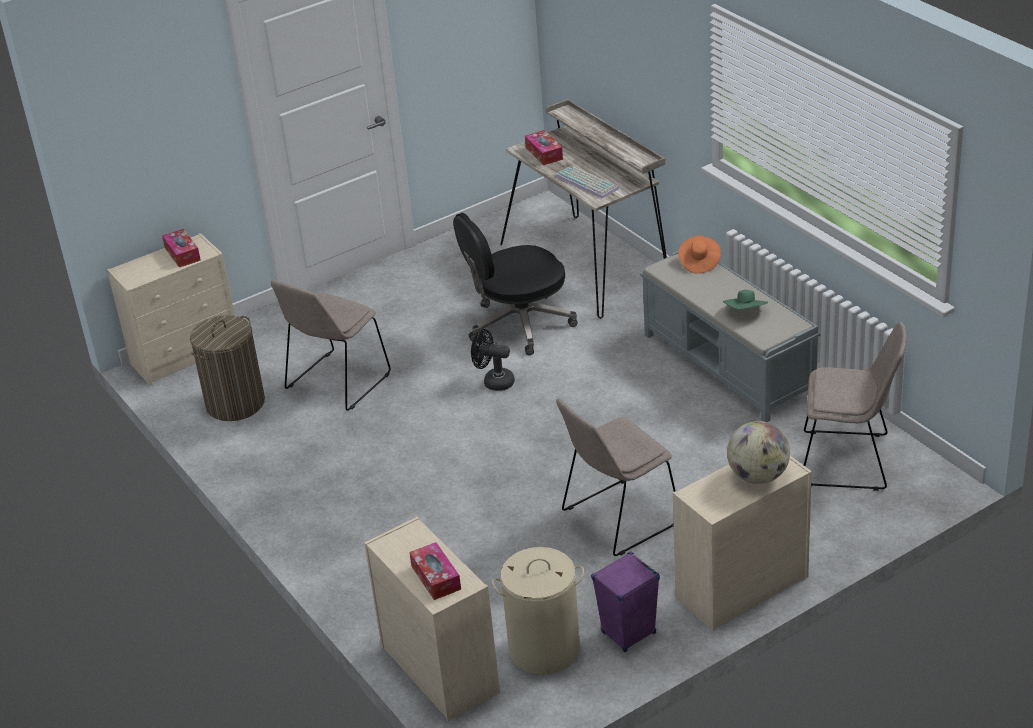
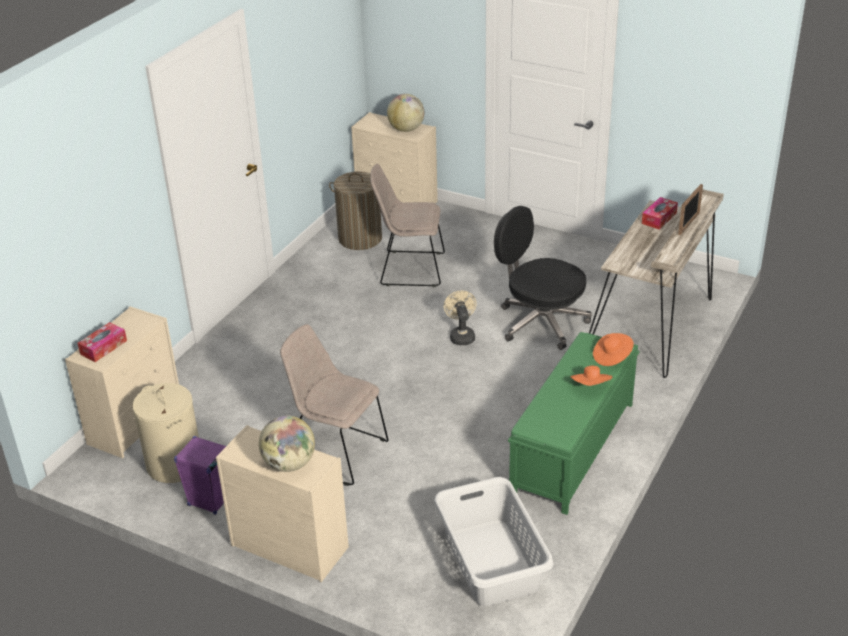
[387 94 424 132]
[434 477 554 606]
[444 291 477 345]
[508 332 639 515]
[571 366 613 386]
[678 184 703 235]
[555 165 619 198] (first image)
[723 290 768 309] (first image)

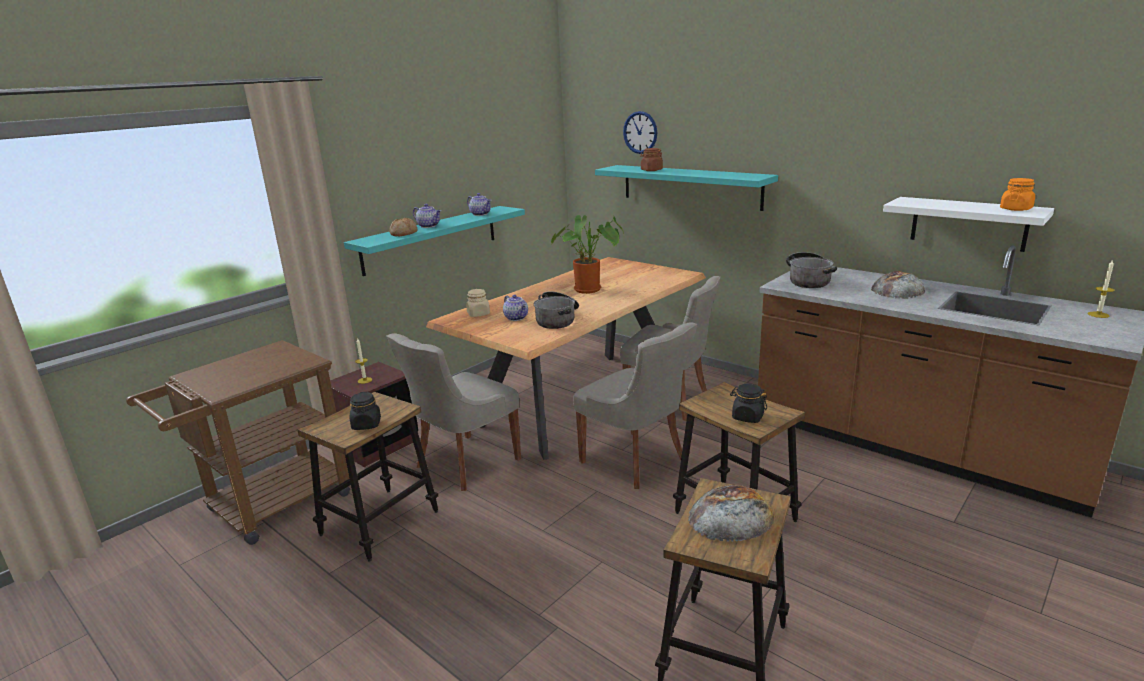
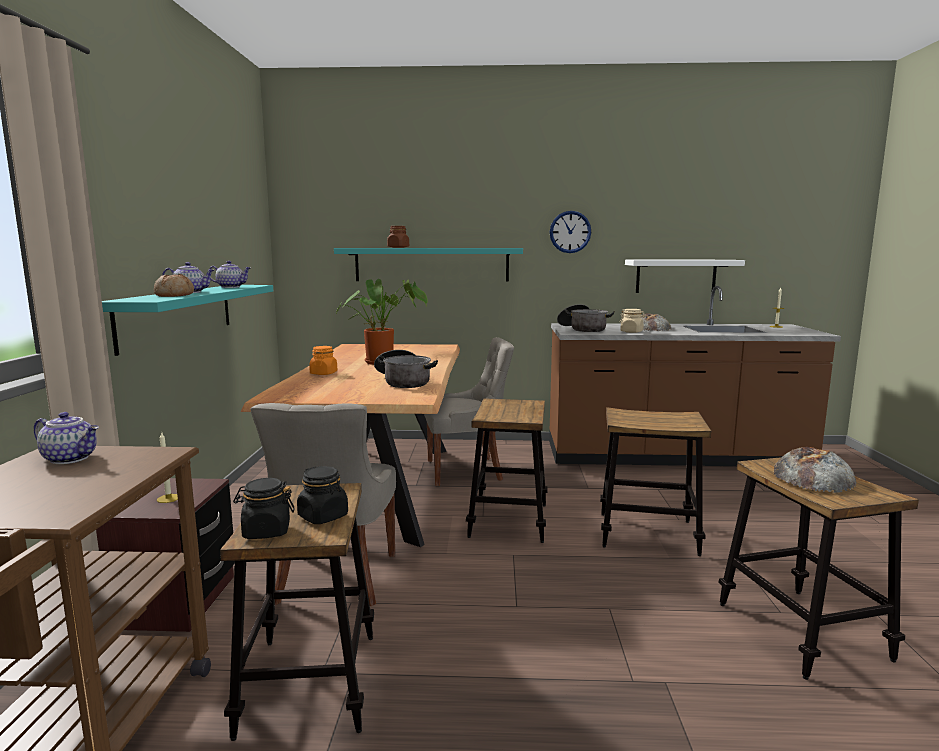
[34 412 99 464]
[233 478 295 539]
[309 346 337 375]
[466 398 548 543]
[550 211 591 253]
[619 309 646 333]

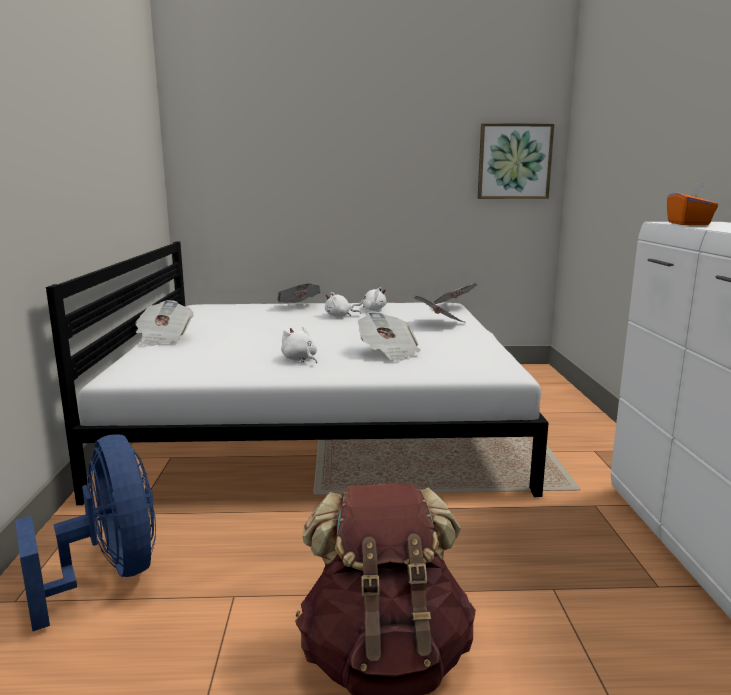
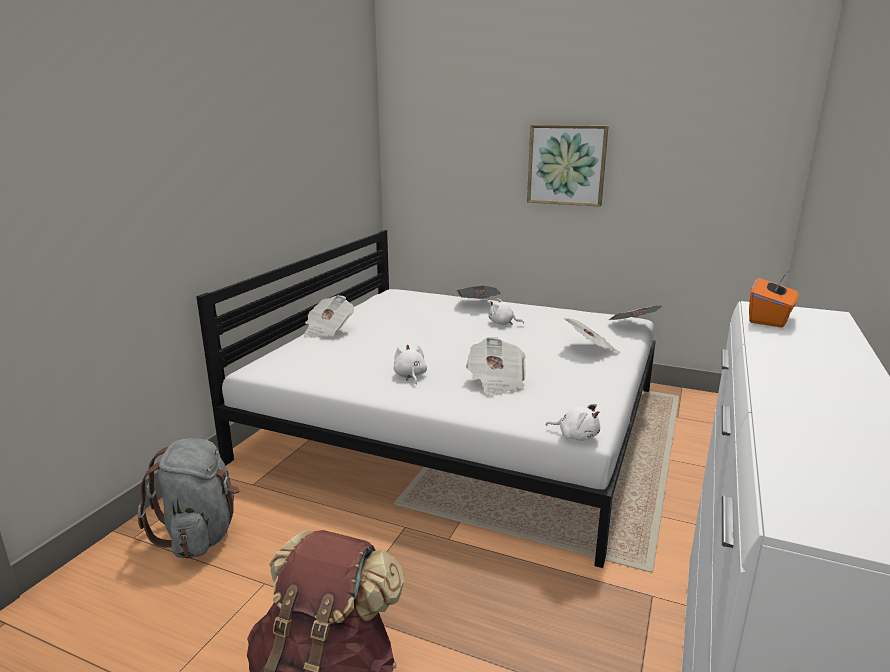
[138 438 240 559]
[527 125 609 207]
[546 403 600 441]

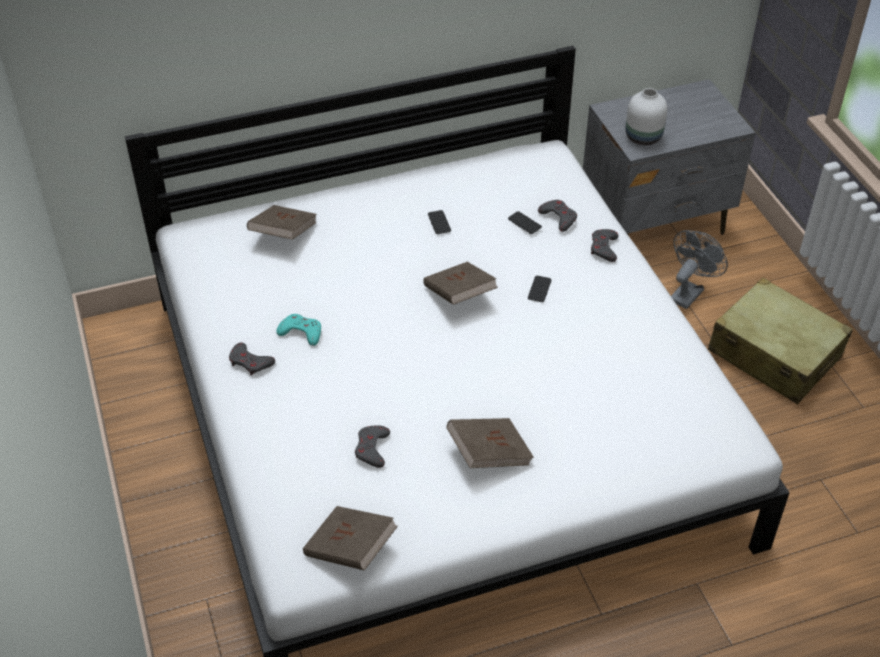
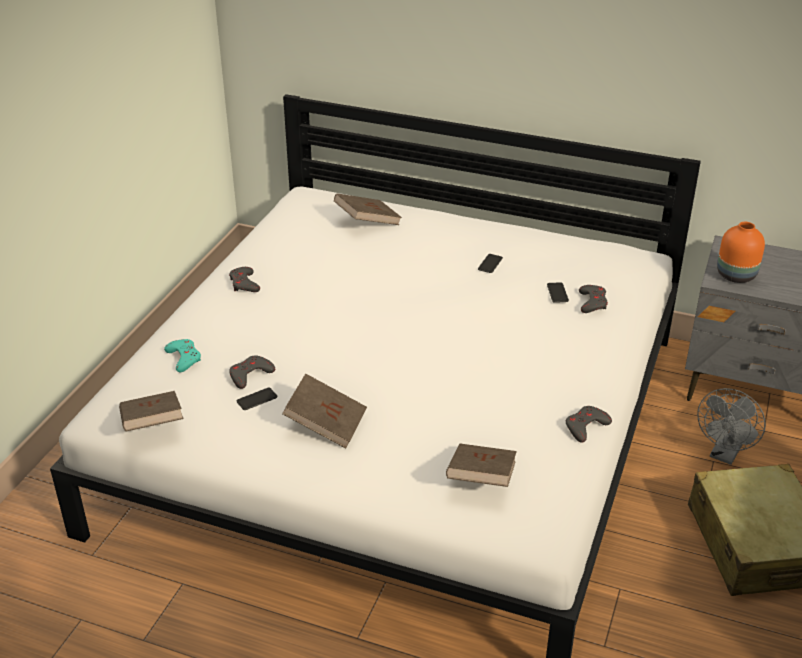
[164 339 201 372]
[237 388 277 410]
[446 444 517 487]
[566 406 612 442]
[697 388 766 465]
[717 222 765 283]

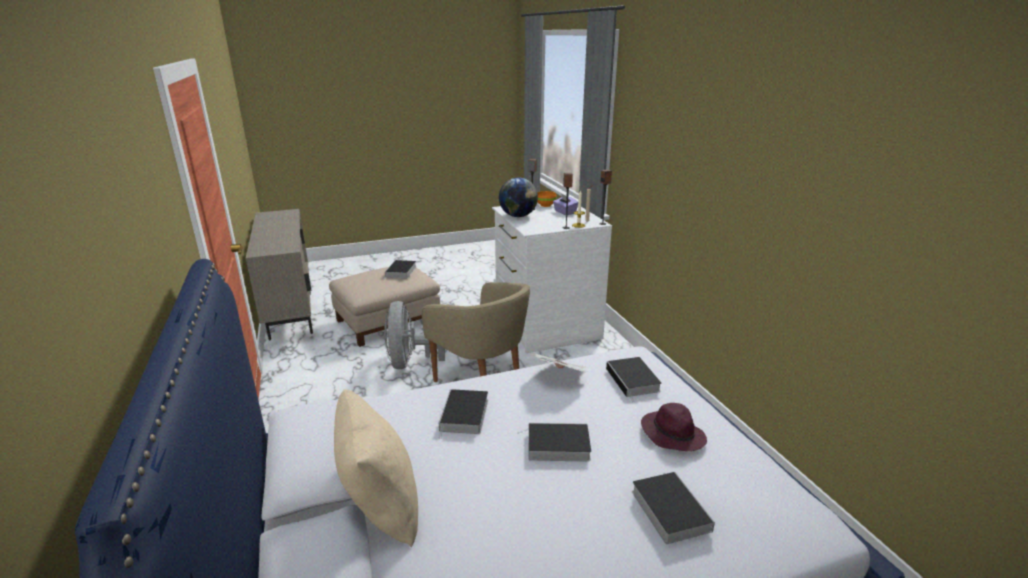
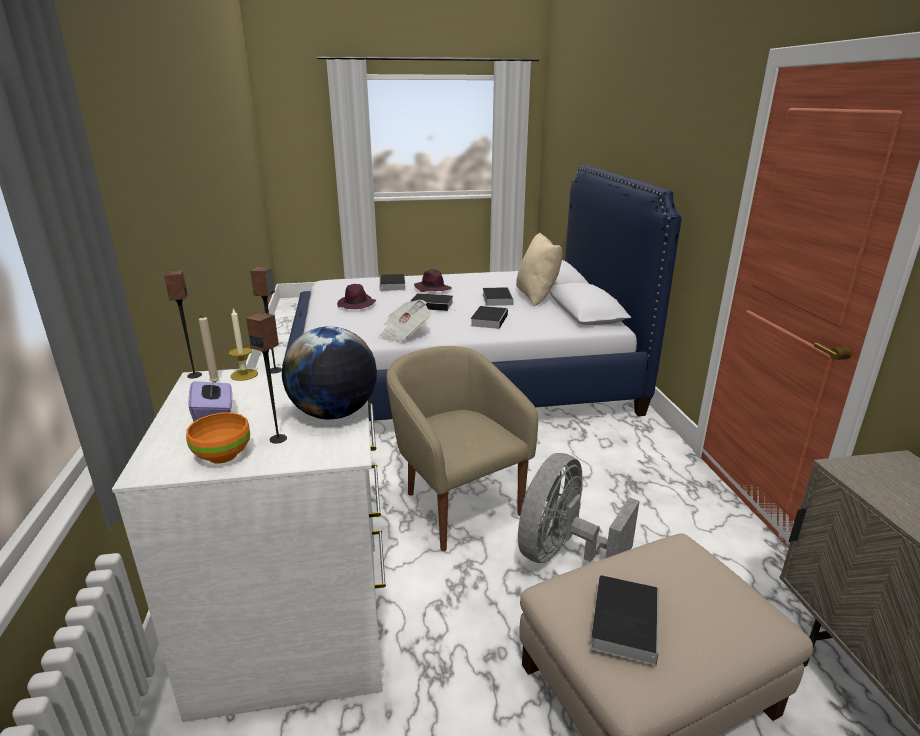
[414 269 452 292]
[482 287 513 306]
[518 453 640 563]

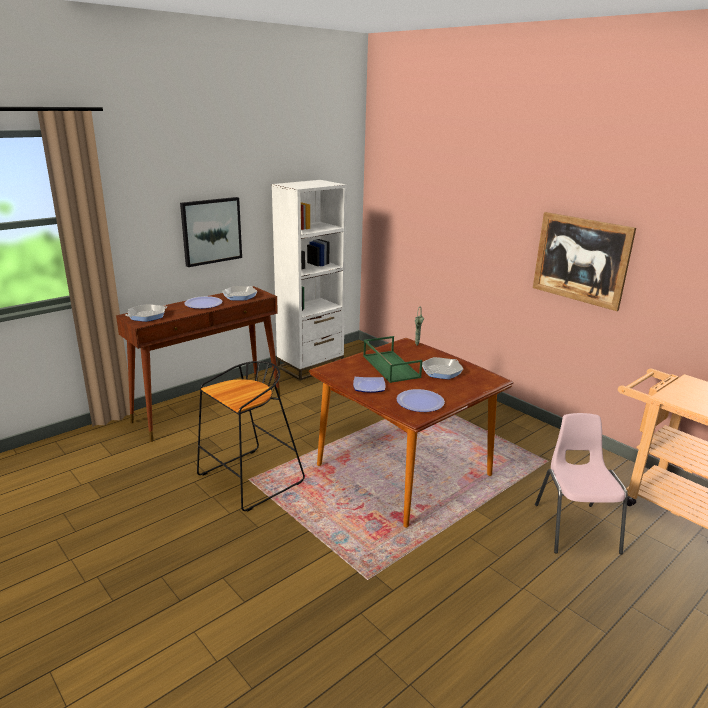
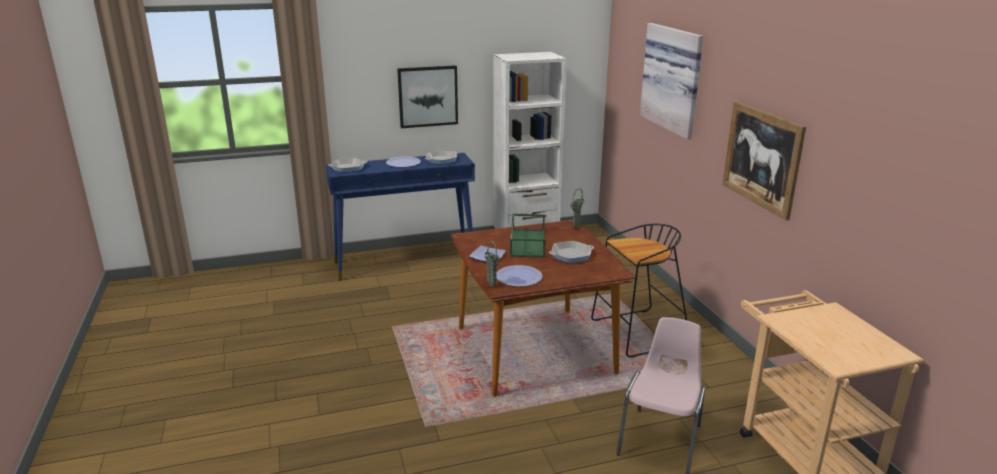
[326 153 475 281]
[484 241 499 287]
[591 224 687 358]
[640 23 703 139]

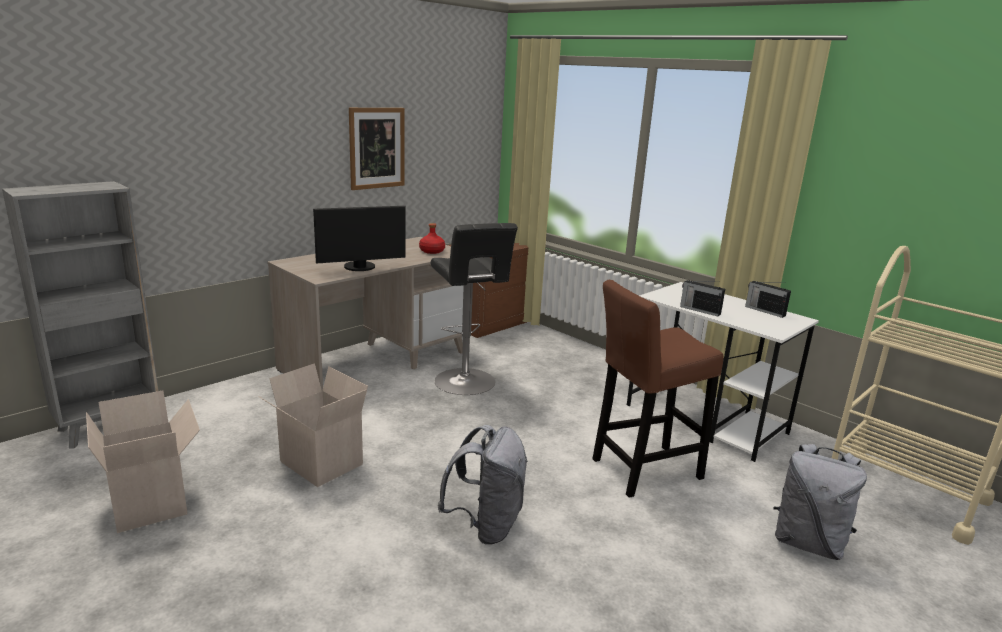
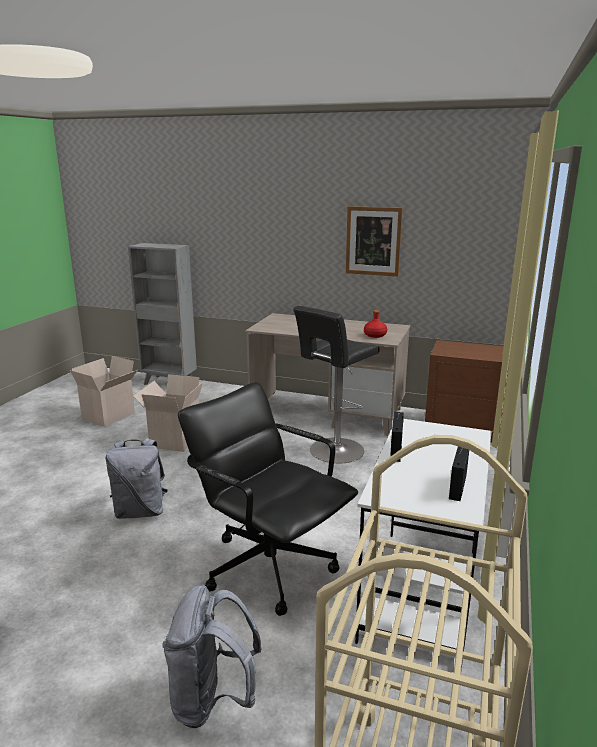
[178 382 358 616]
[313 206 406 271] (first image)

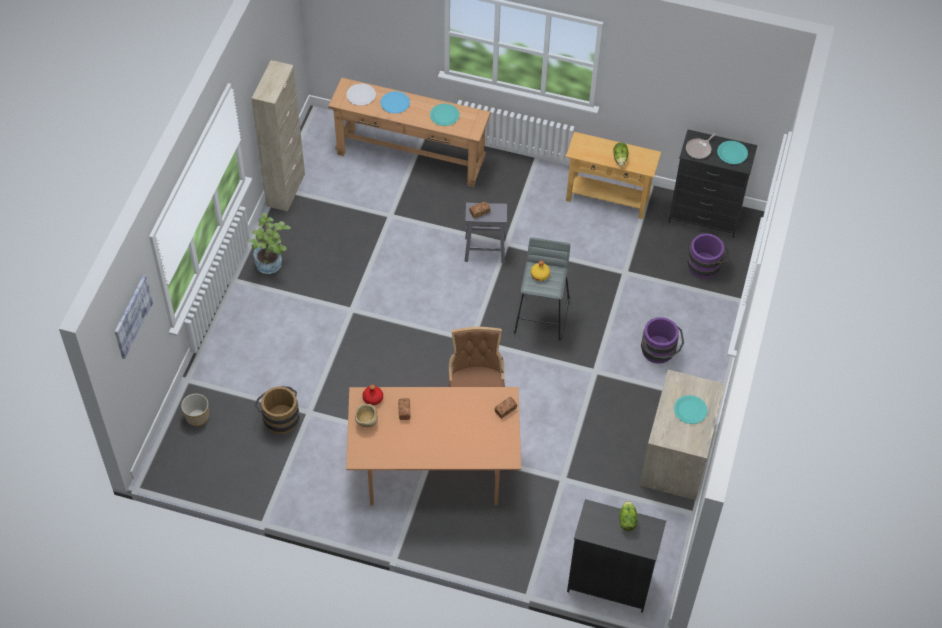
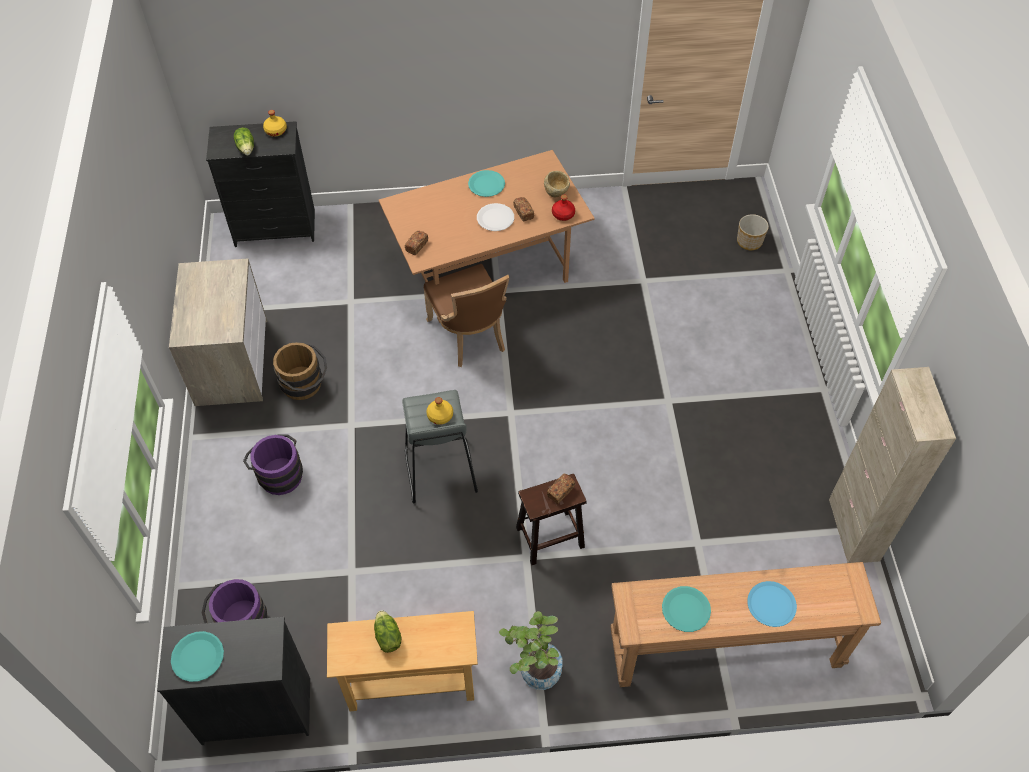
[263 110 287 137]
[273 342 327 400]
[468 170 505 197]
[477 203 514 231]
[499 611 563 690]
[516 474 587 565]
[115 275 153 359] (first image)
[686 133 716 159] (first image)

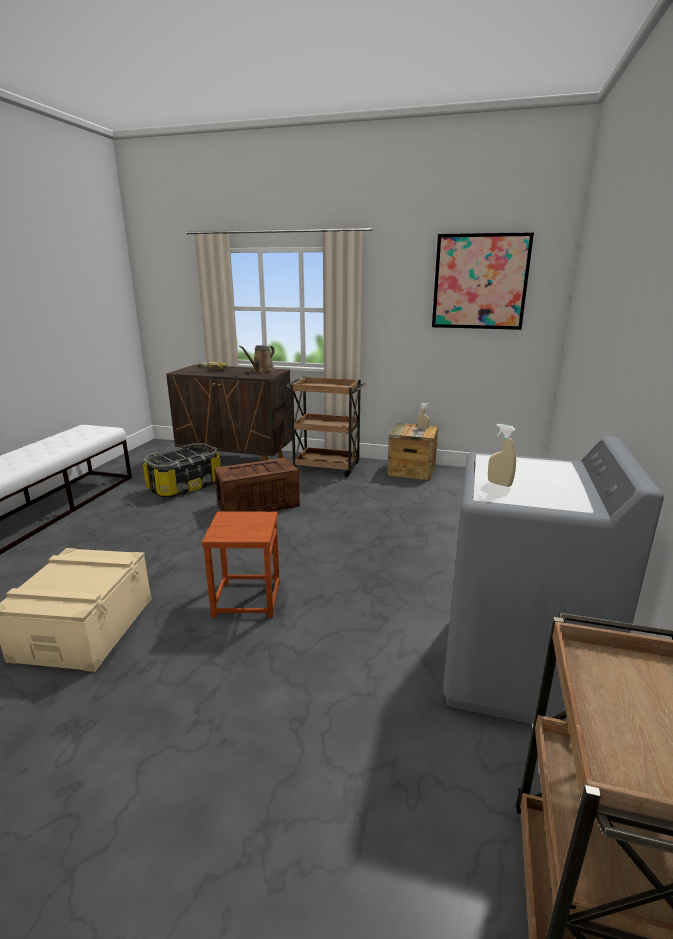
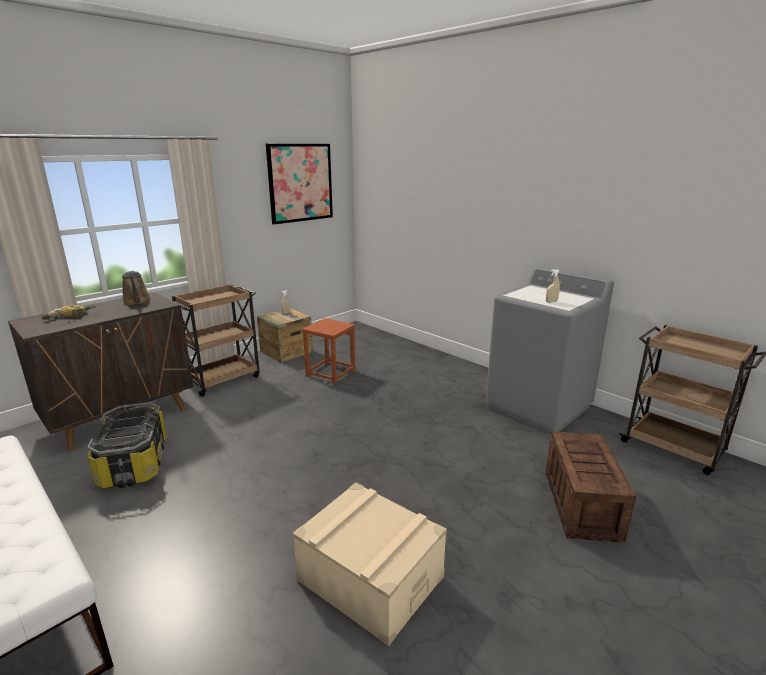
[302 318 355 384]
[545 431 636 543]

